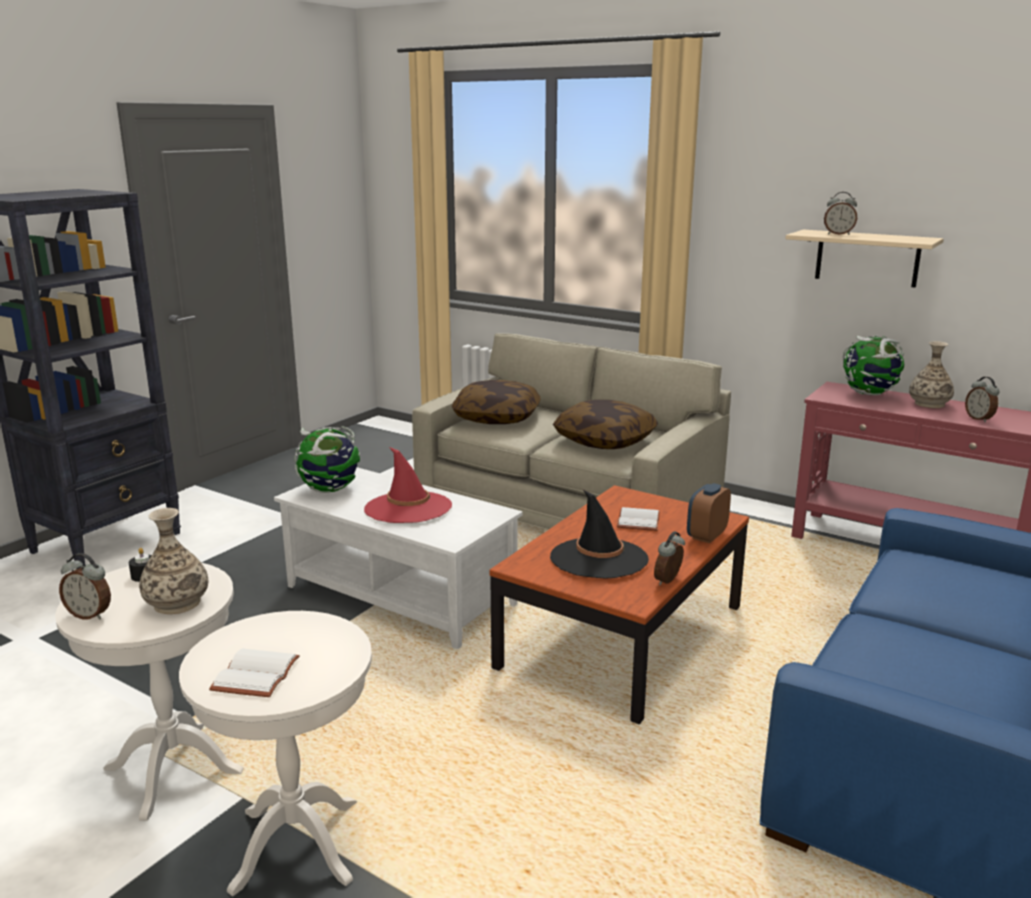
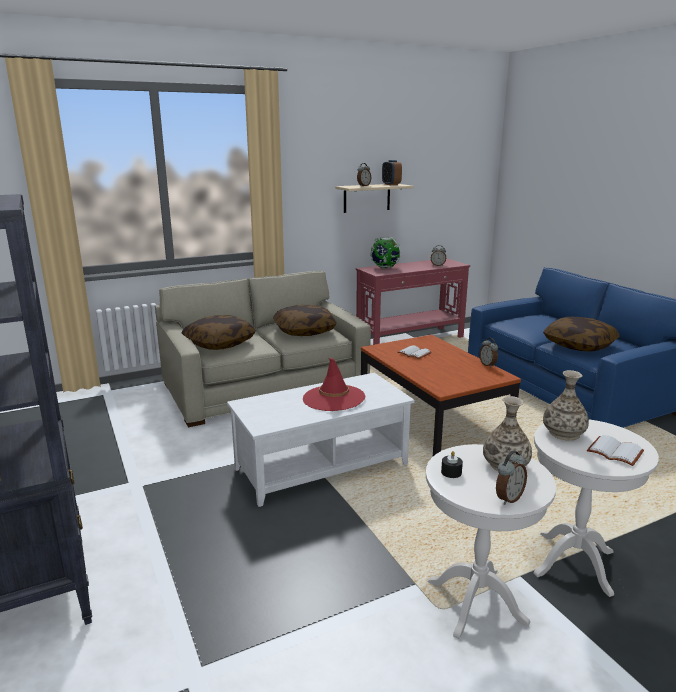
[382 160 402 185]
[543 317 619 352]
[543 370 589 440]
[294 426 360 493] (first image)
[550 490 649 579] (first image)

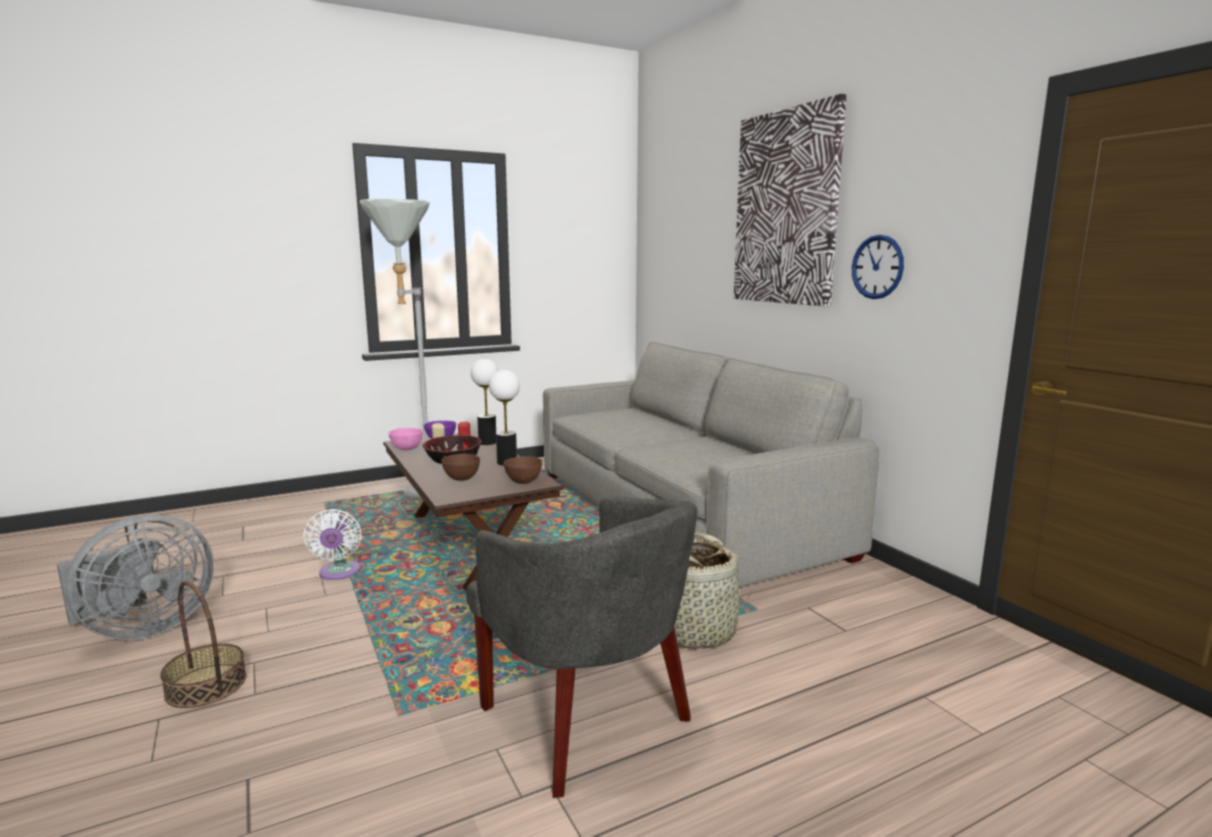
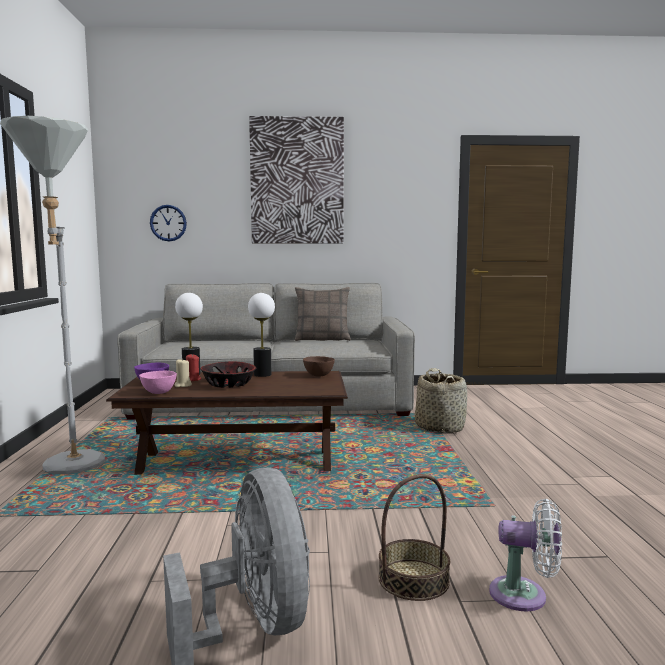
[150 205 187 241]
[295 287 351 341]
[489 499 562 612]
[441 453 480 481] (first image)
[466 496 698 798] (first image)

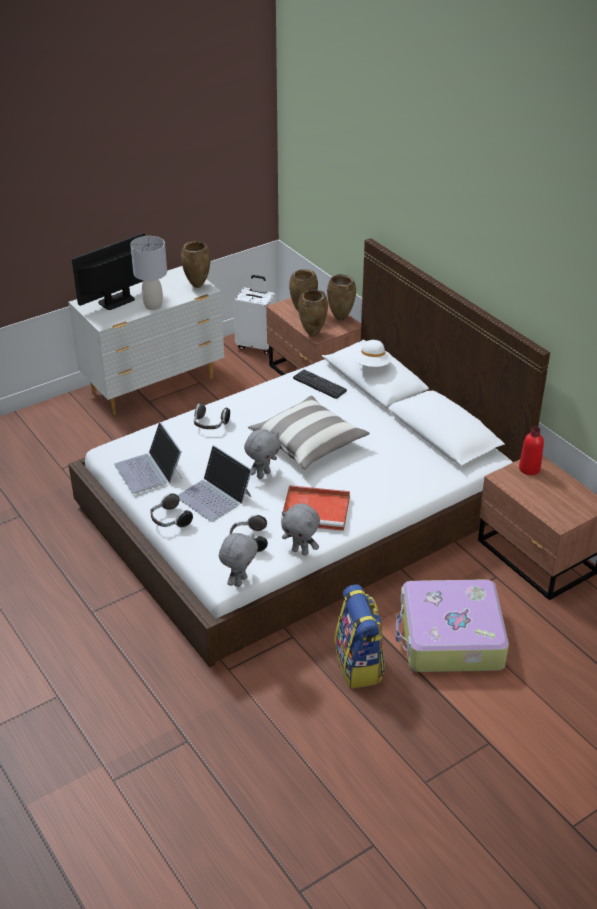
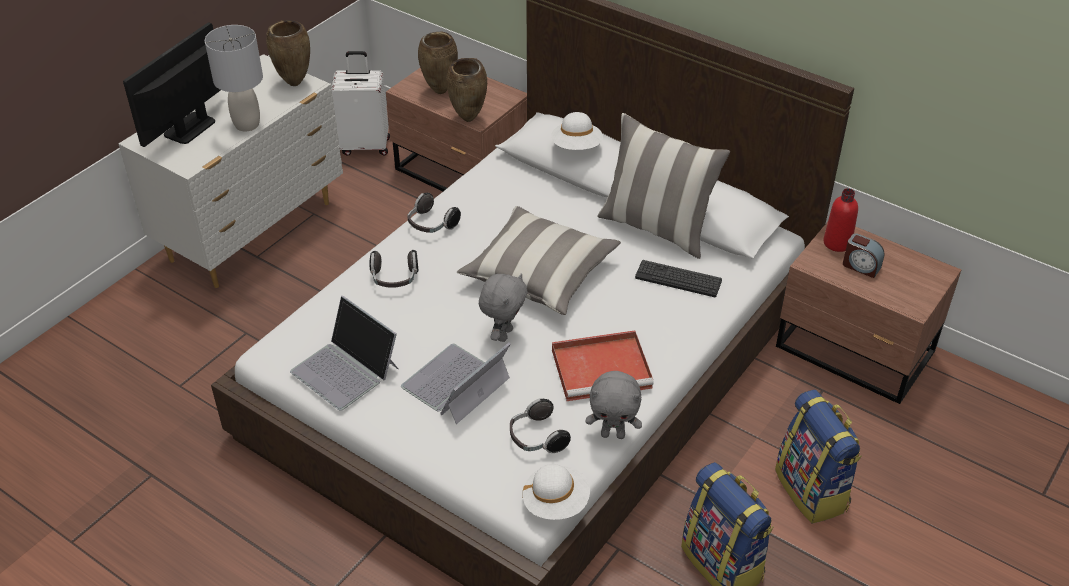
[401 343 511 424]
[407 193 461 233]
[522 464 590 520]
[597 113 730 259]
[635 260 722 297]
[775 390 862 524]
[843 233 885 278]
[327 274 356 321] (first image)

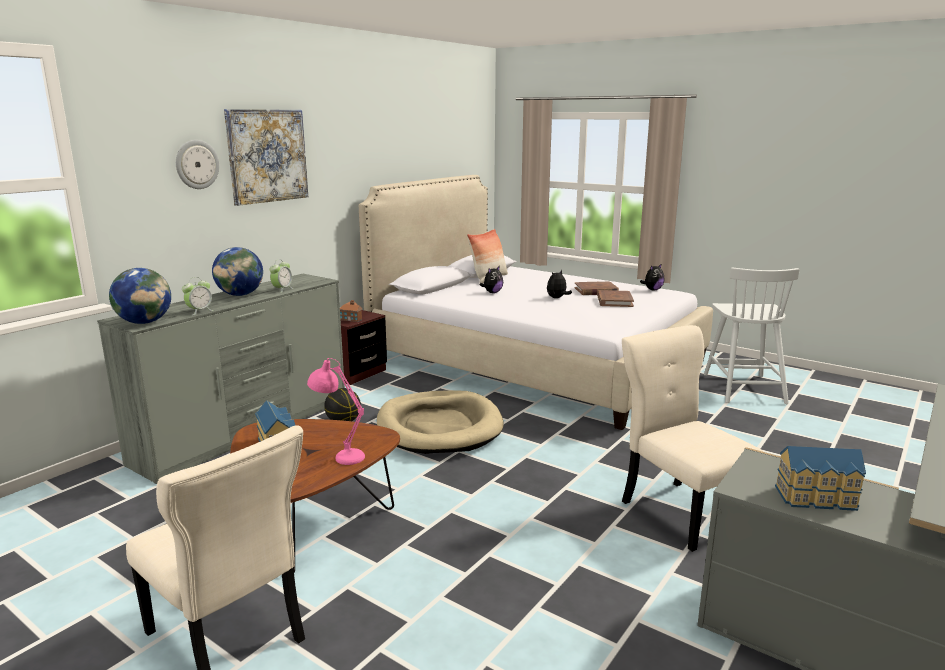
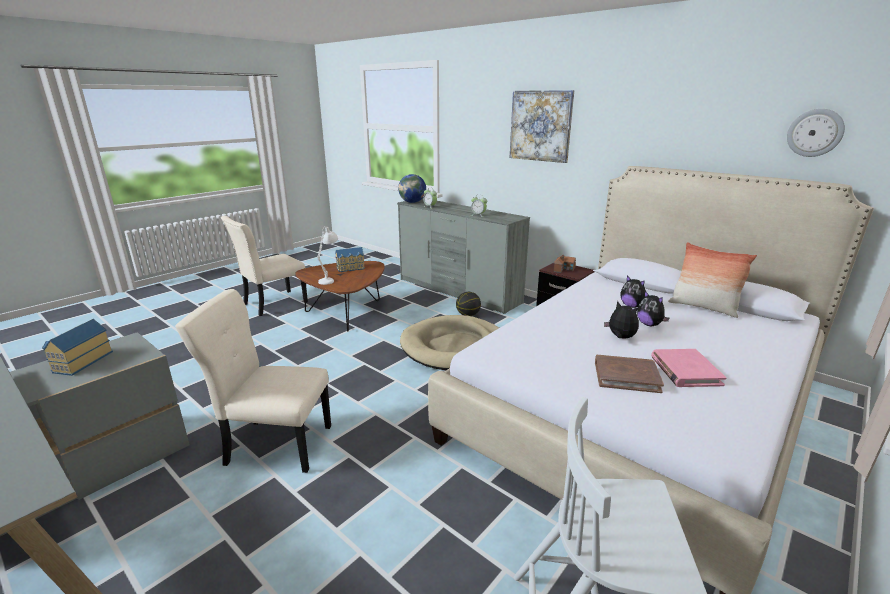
[175 289 331 473]
[317 226 338 285]
[637 291 669 326]
[651 349 727 387]
[787 109 845 157]
[212 247 263 296] (first image)

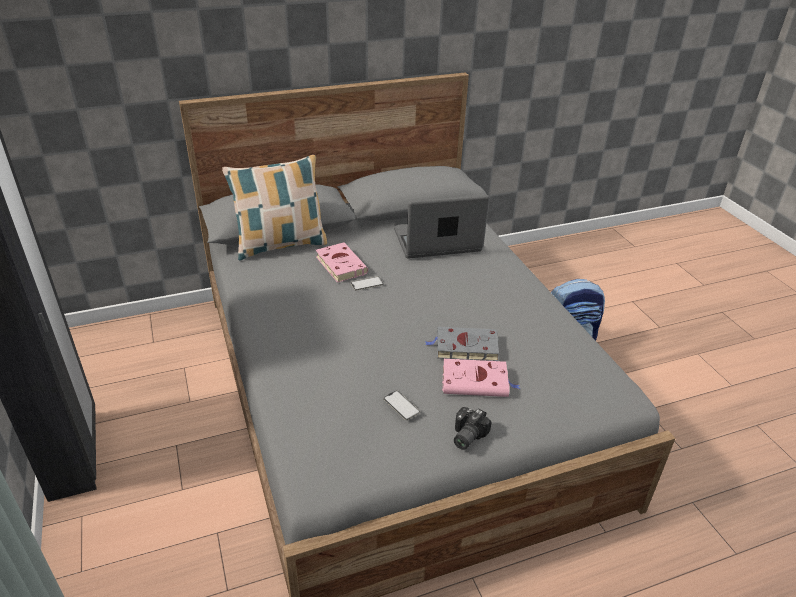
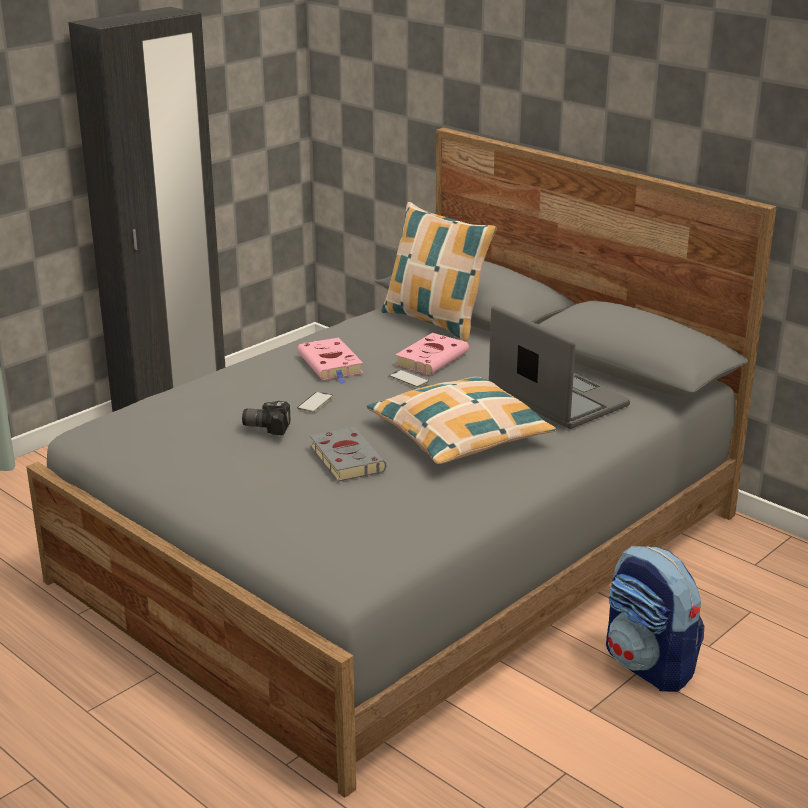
[242 401 290 435]
[297 337 363 384]
[297 392 334 412]
[367 377 556 464]

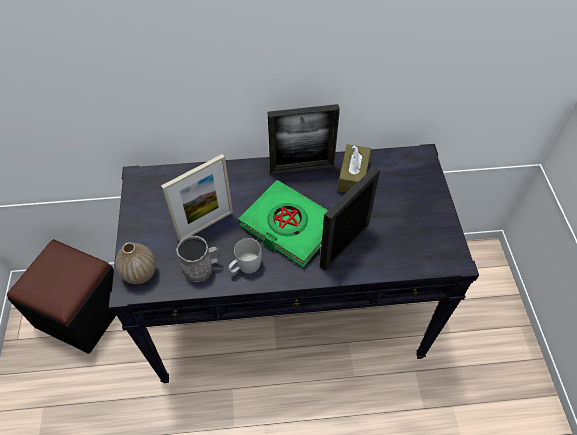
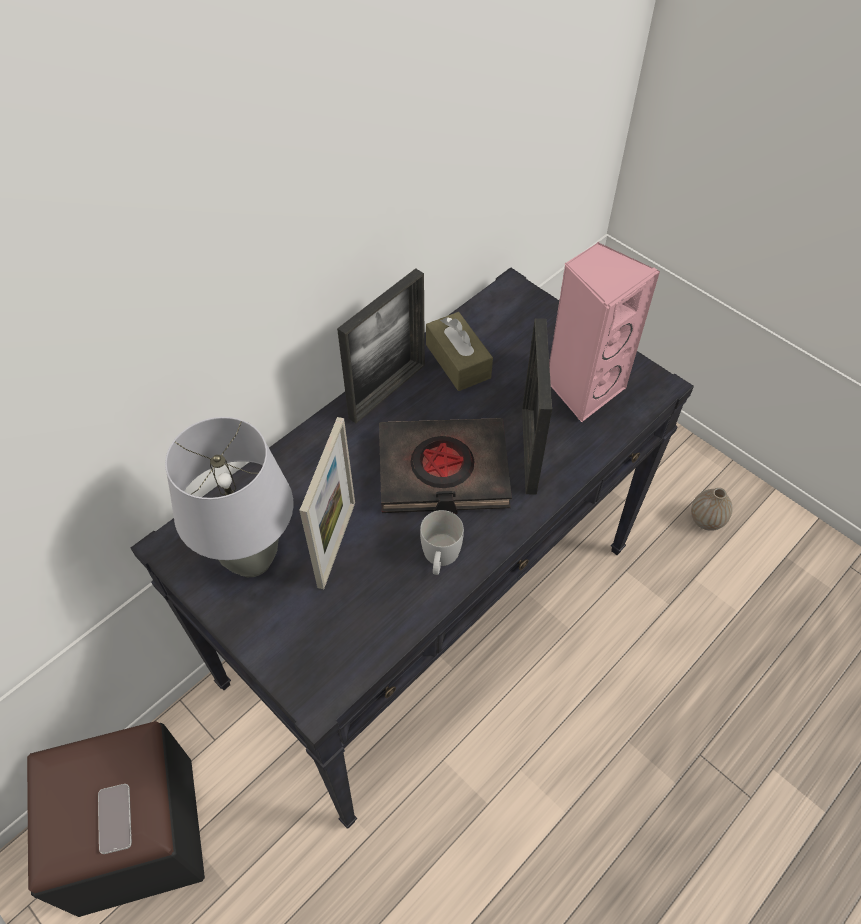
[98 784 132 854]
[165 417 293 577]
[379 418 512 514]
[549 242 660 422]
[691 488 733 531]
[176 236 220 282] (first image)

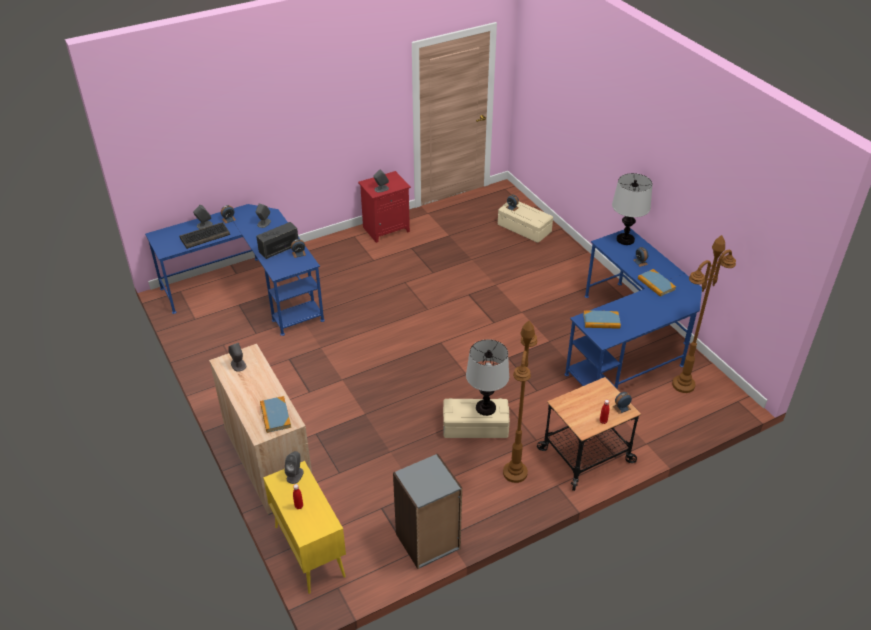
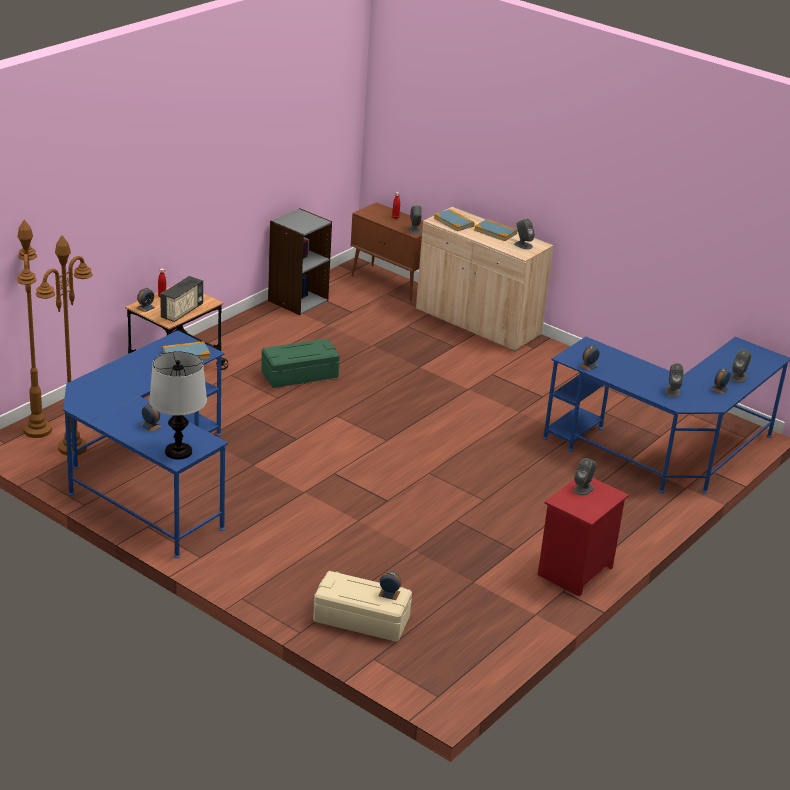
[17 220 52 438]
[160 276 203 322]
[261 339 340 388]
[351 202 423 301]
[475 219 517 241]
[179 222 230 249] (first image)
[466 340 509 416] (first image)

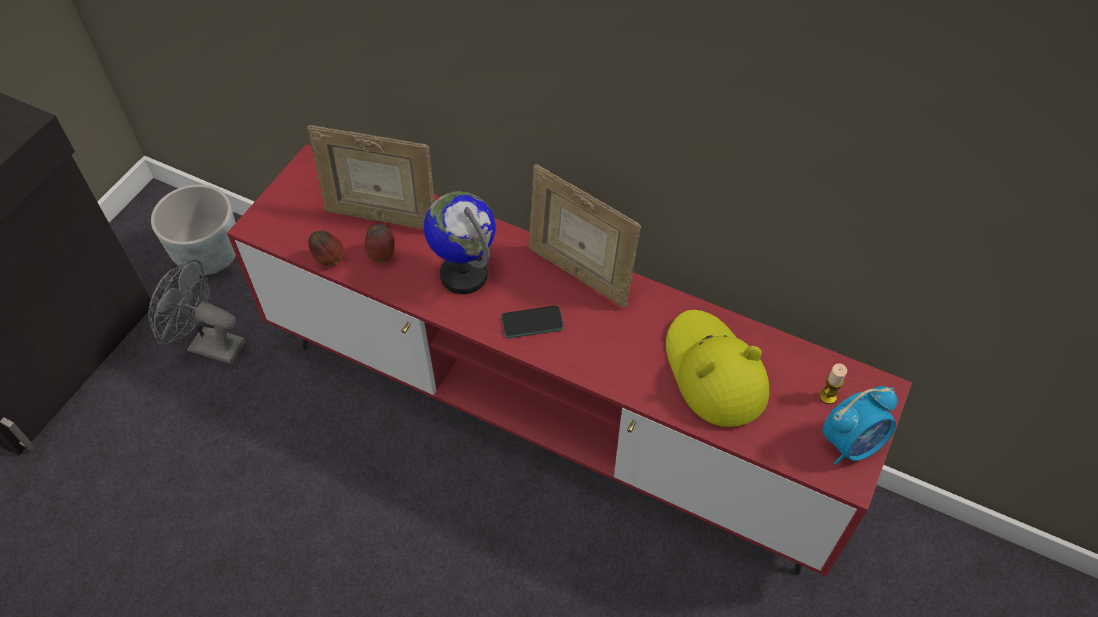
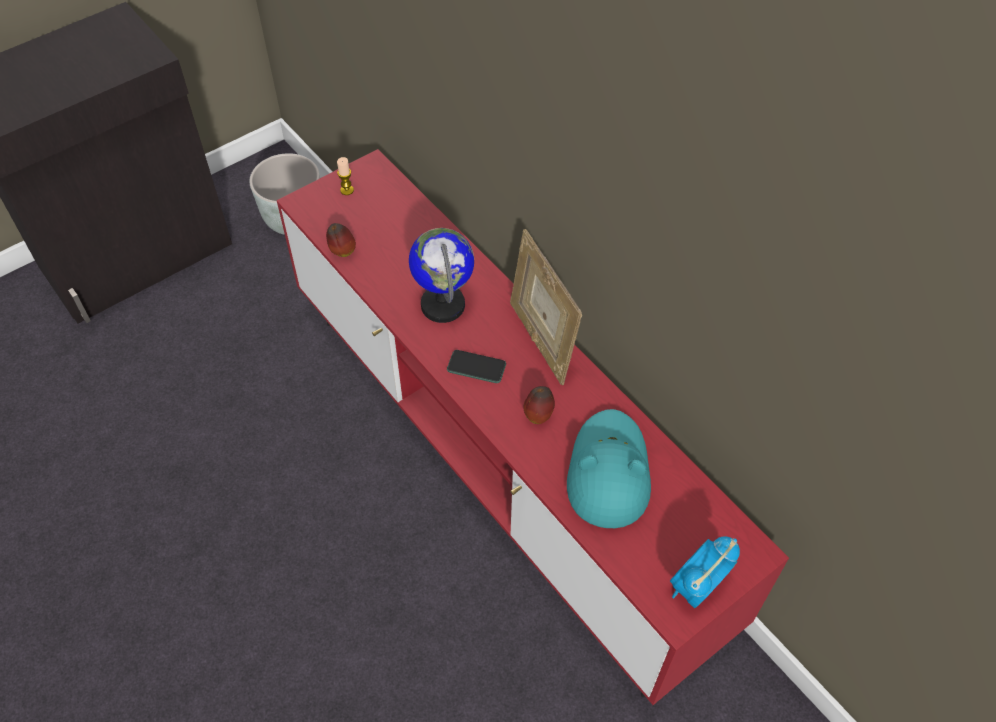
[337 157 354 195]
[523 386 555 424]
[567 409 651 528]
[670 536 740 608]
[148 260 246 365] (first image)
[307 125 435 229] (first image)

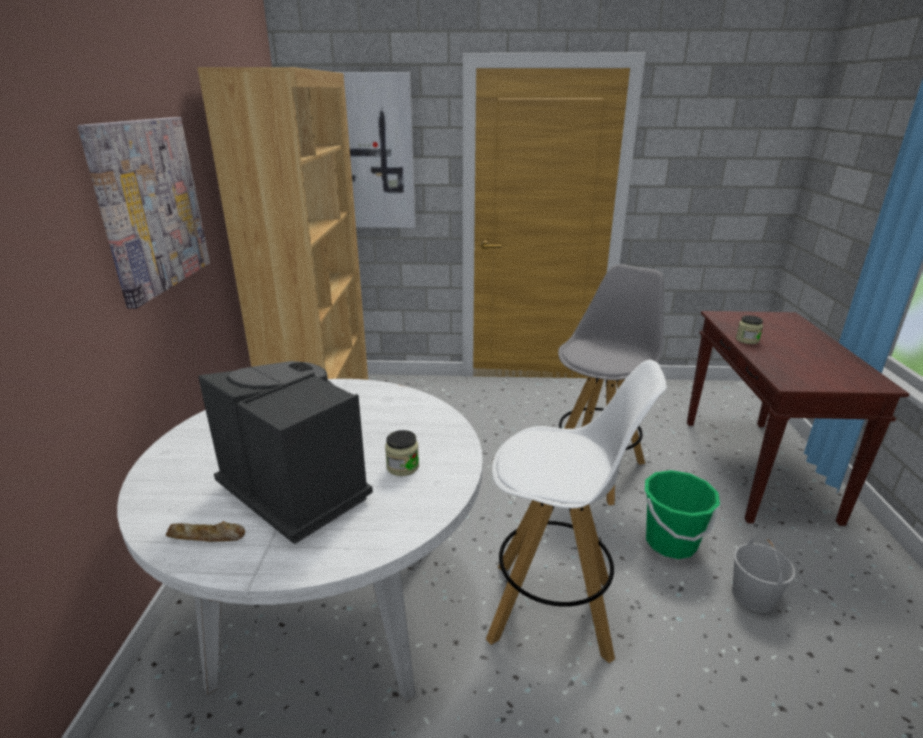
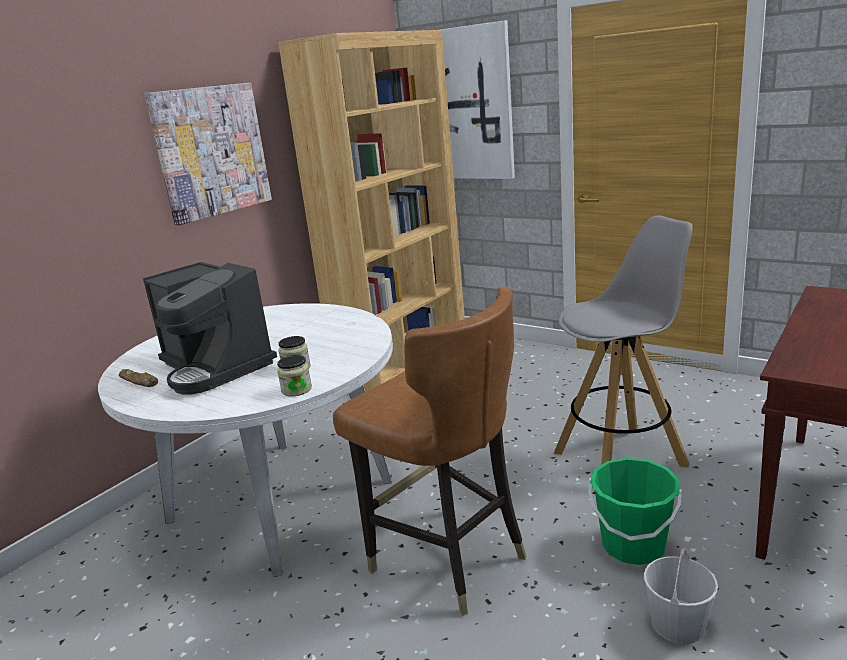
[143 262 277 395]
[277 355 312 397]
[333 287 526 616]

